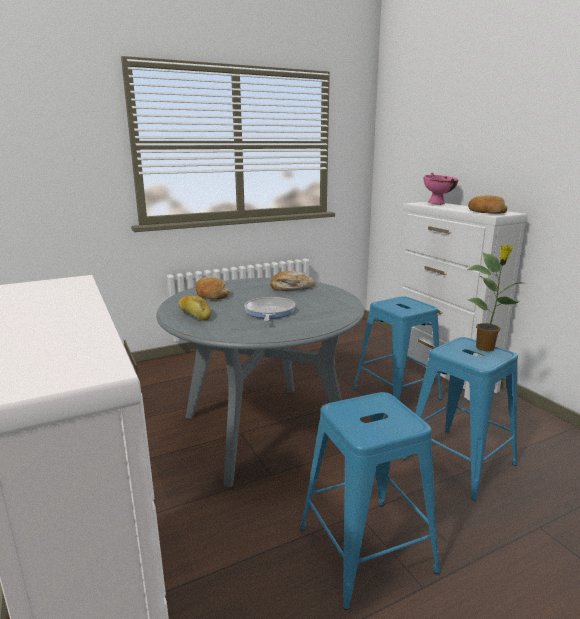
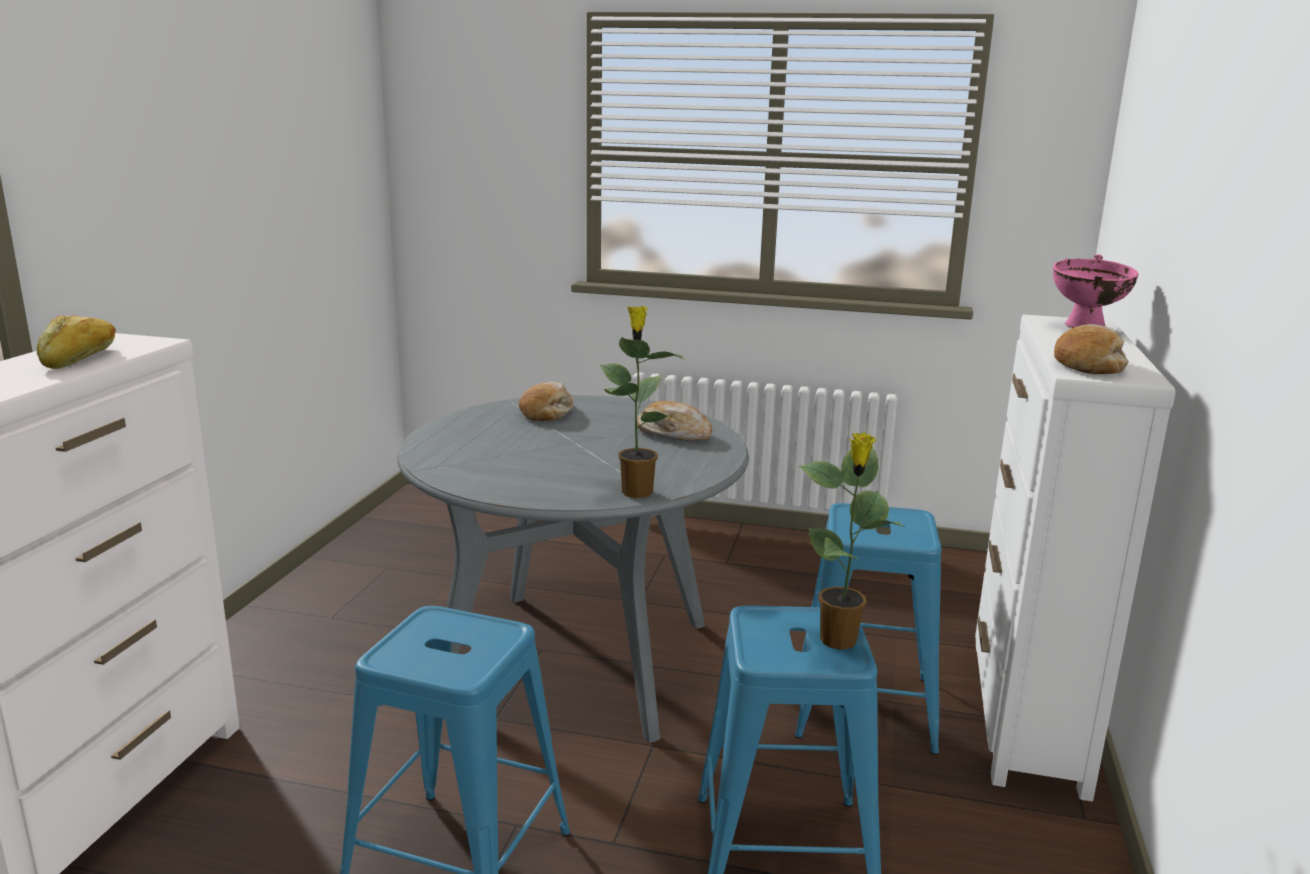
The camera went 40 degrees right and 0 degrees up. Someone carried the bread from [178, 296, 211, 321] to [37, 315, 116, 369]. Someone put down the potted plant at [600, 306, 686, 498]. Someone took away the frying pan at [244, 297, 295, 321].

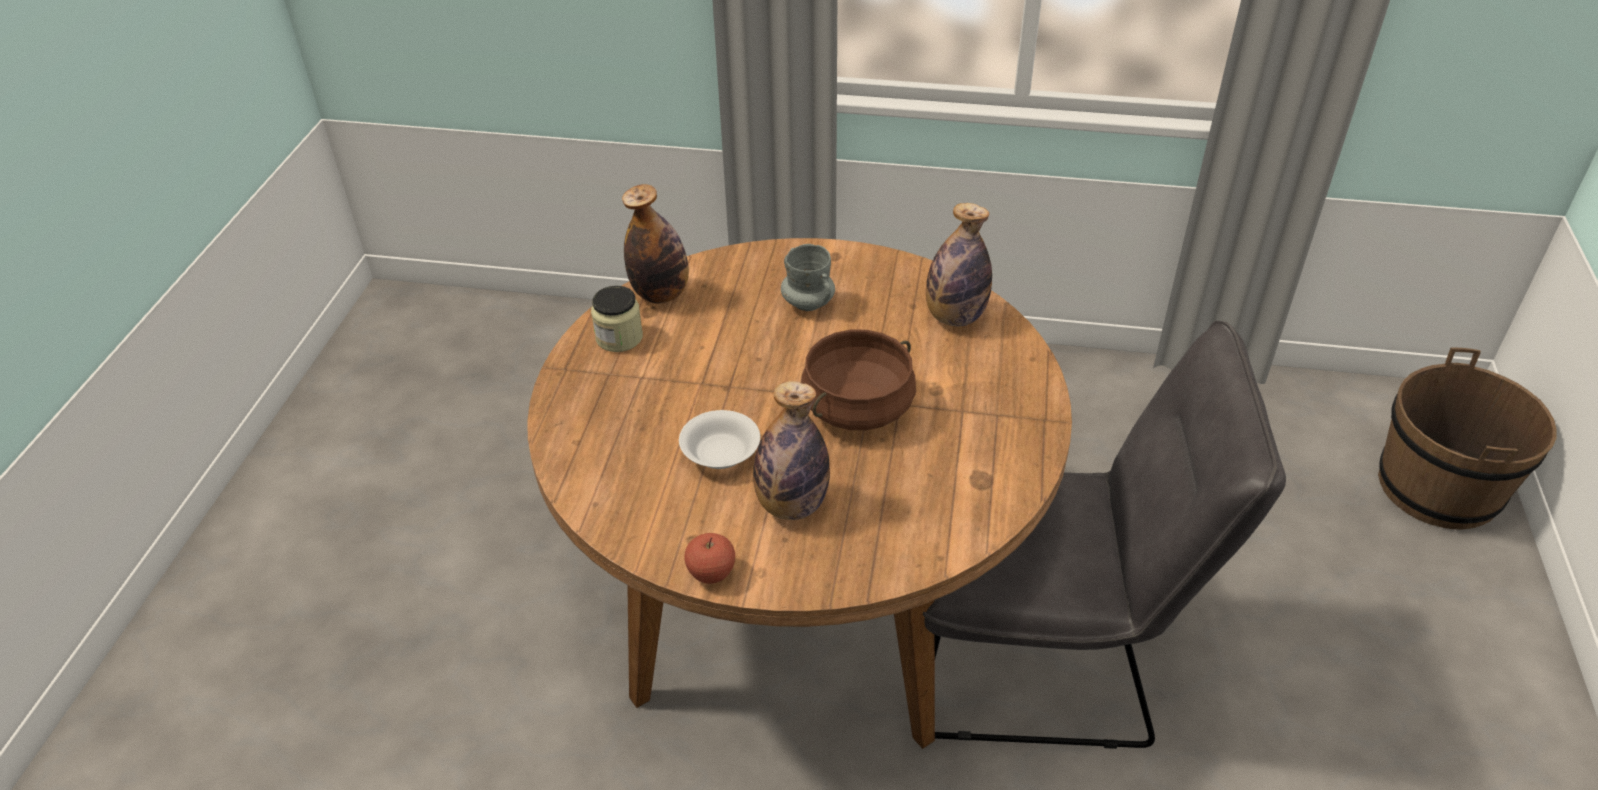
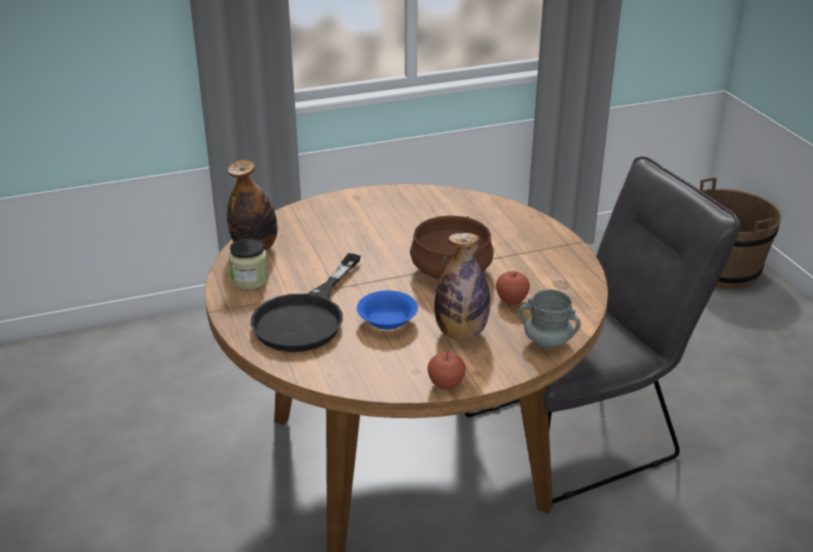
The camera went 30 degrees left and 10 degrees down. Someone put down the black frying pan at [250, 253, 361, 352]. Someone repainted the white bowl at [679, 410, 760, 469], which became the blue bowl at [357, 291, 418, 330]. Someone put down the apple at [496, 271, 530, 305]. Someone carried the grey mug from [781, 244, 835, 311] to [519, 289, 581, 349]. Someone took away the bottle at [926, 203, 992, 326].

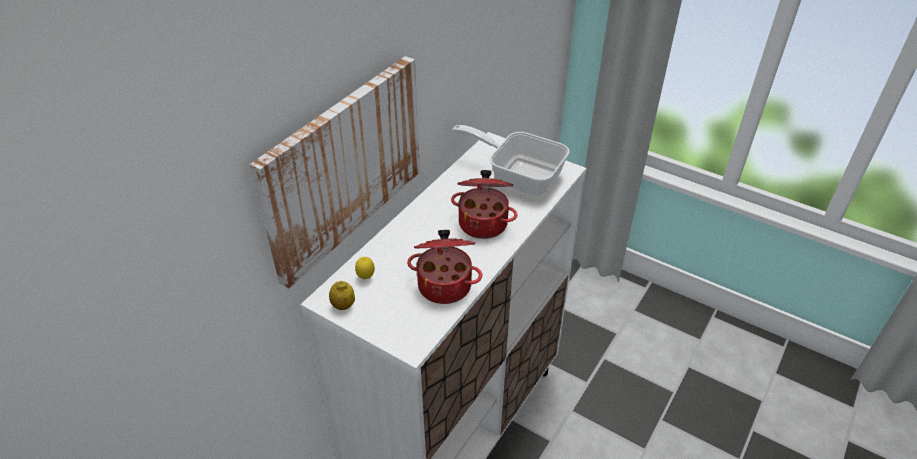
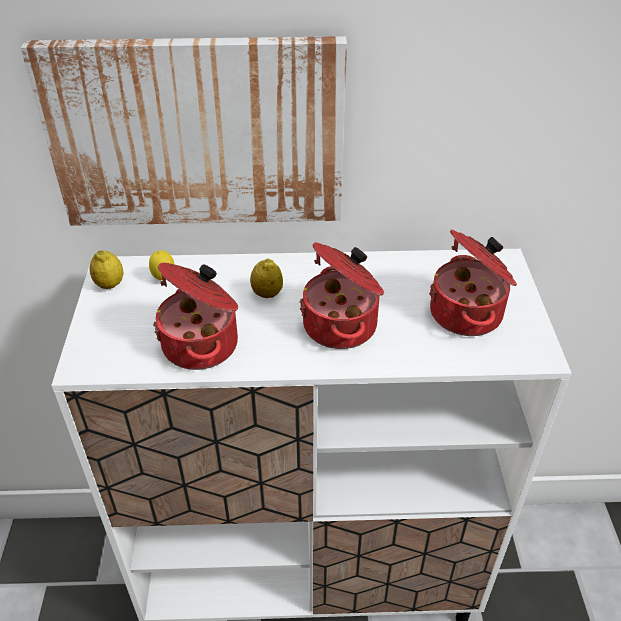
The camera went 55 degrees right and 0 degrees up. Someone put down the lemon at [250, 259, 283, 298]. Someone swapped the frying pan at [452, 125, 570, 196] for the cooking pot at [429, 229, 517, 336].

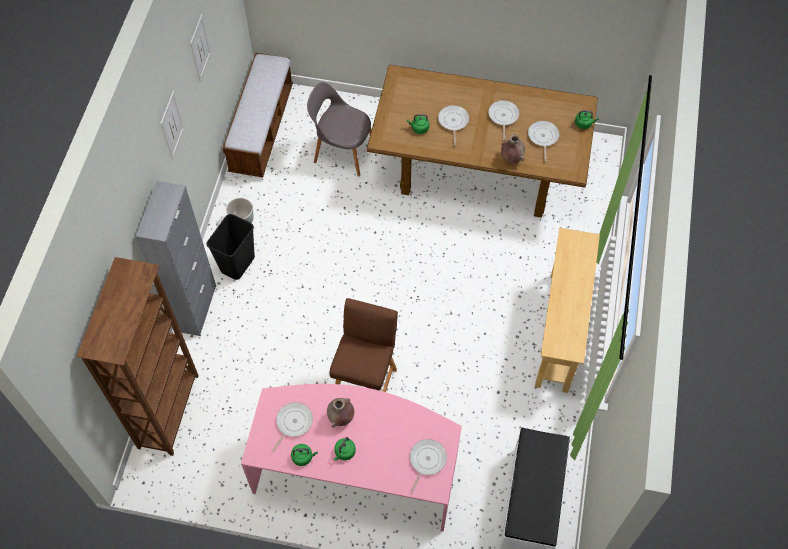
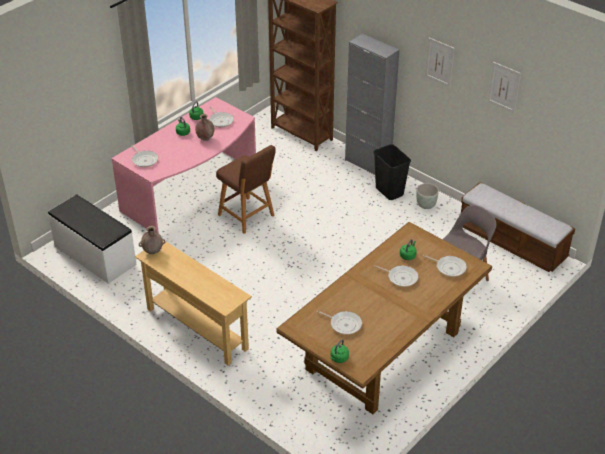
The camera went 120 degrees right and 20 degrees down. Someone carried the brown vase from [501, 134, 525, 164] to [139, 226, 165, 254]. Someone carried the frying pan from [488, 100, 519, 140] to [423, 255, 467, 277].

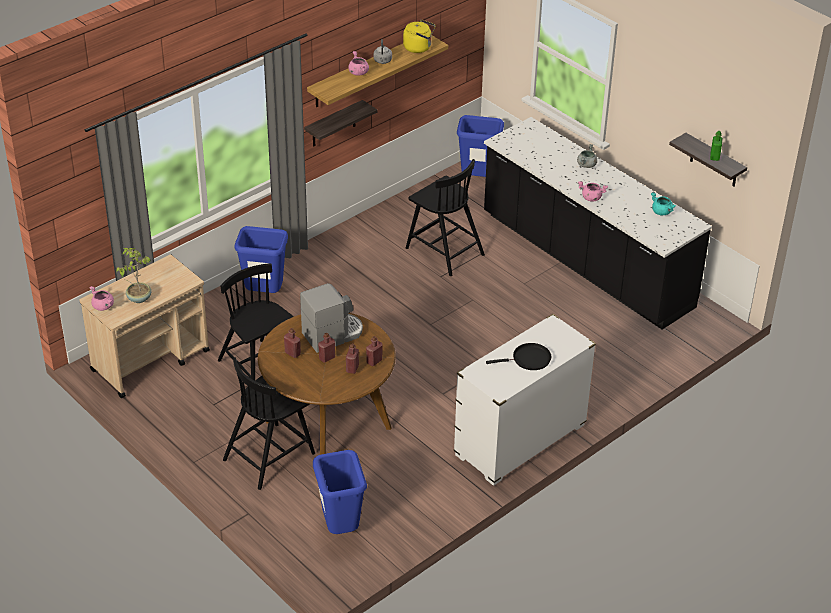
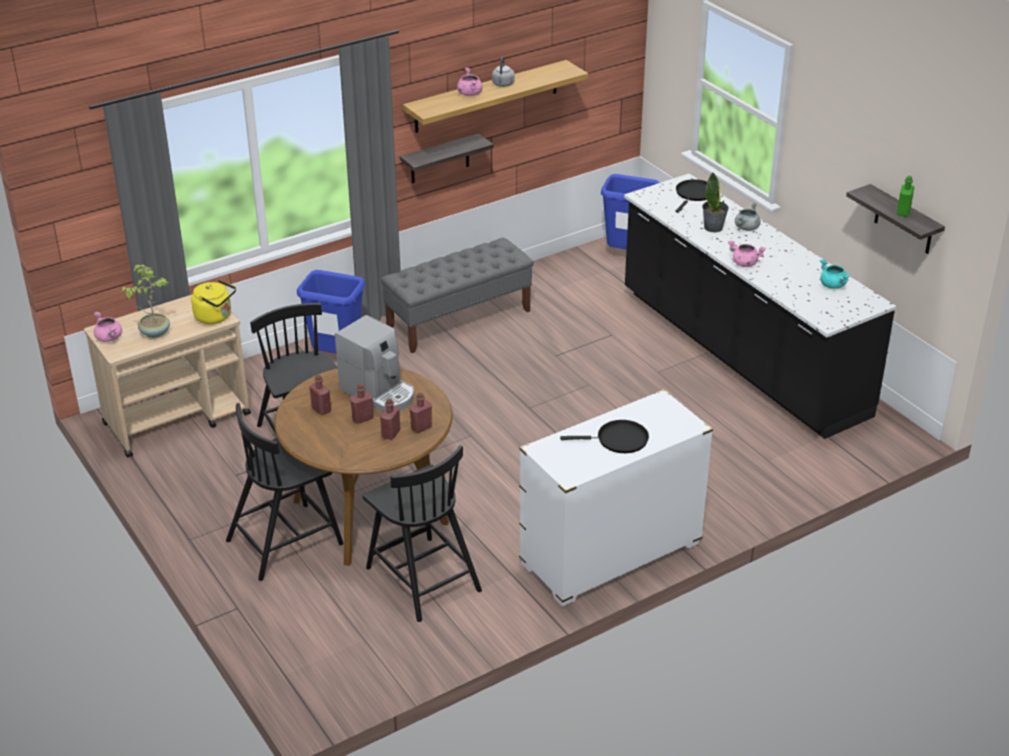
The camera went 10 degrees right and 5 degrees down. Someone carried the yellow kettle from [403, 19, 436, 53] to [191, 280, 236, 324]. Someone rotated the coffee machine at [300, 283, 363, 353] by 60 degrees clockwise. Someone carried the black chair from [406, 159, 485, 276] to [362, 445, 482, 622]. Someone put down the grey bench at [381, 238, 534, 353]. Someone put down the black frying pan at [675, 179, 707, 213]. Someone put down the potted plant at [702, 172, 729, 232]. Someone took away the blue trash can at [313, 450, 367, 534].

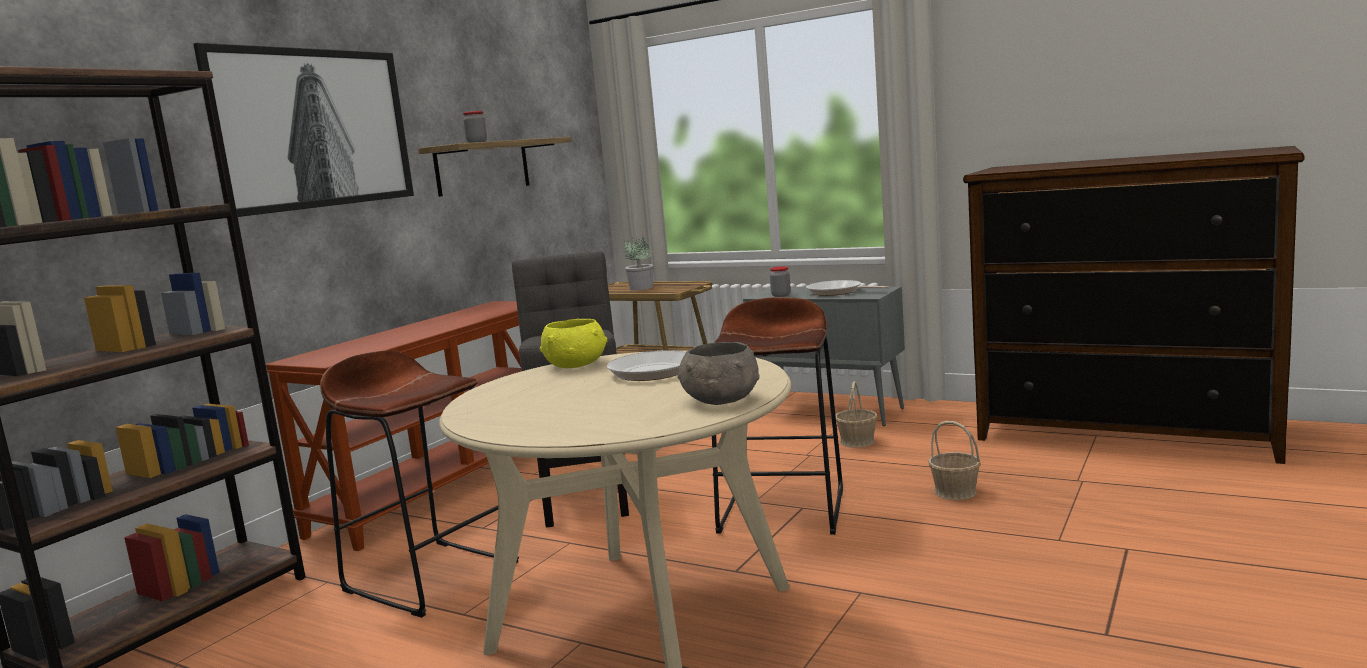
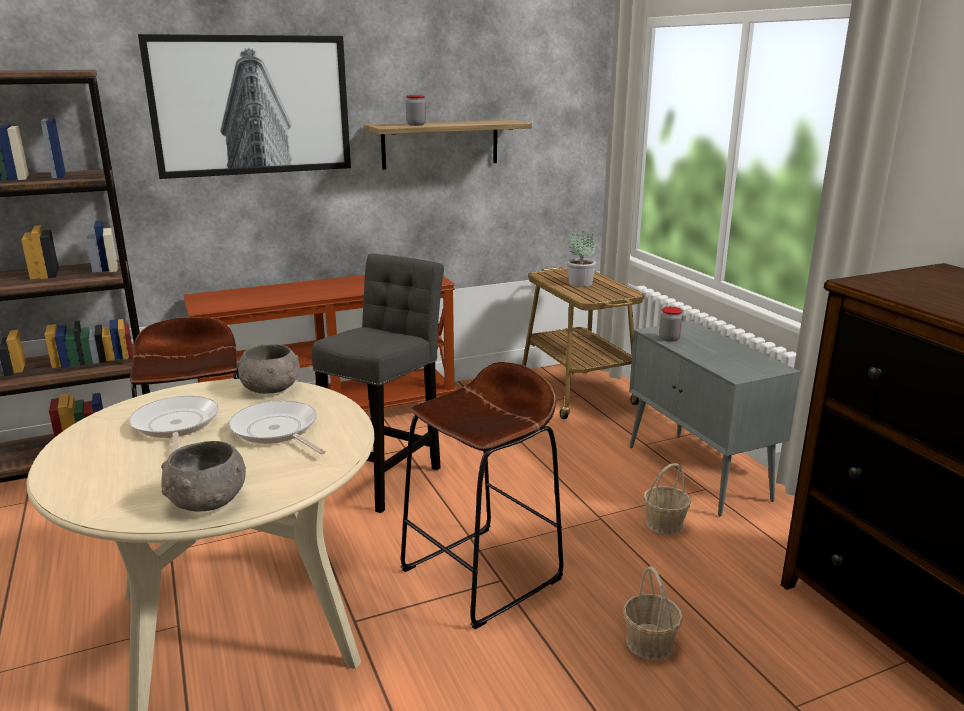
The camera went 35 degrees right and 10 degrees up. Someone carried the frying pan from [806, 280, 890, 296] to [129, 396, 219, 452]. Someone repainted the yellow bowl at [540, 319, 607, 368], which became the grey bowl at [236, 344, 300, 394].

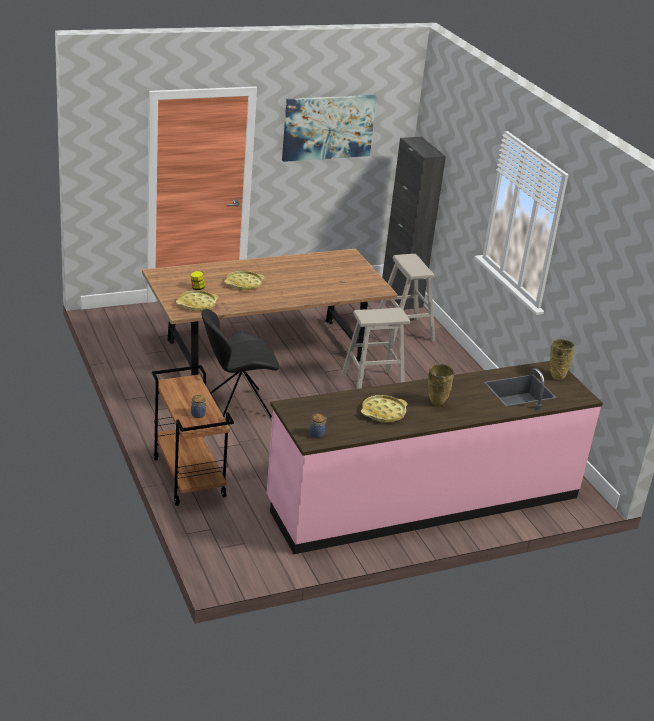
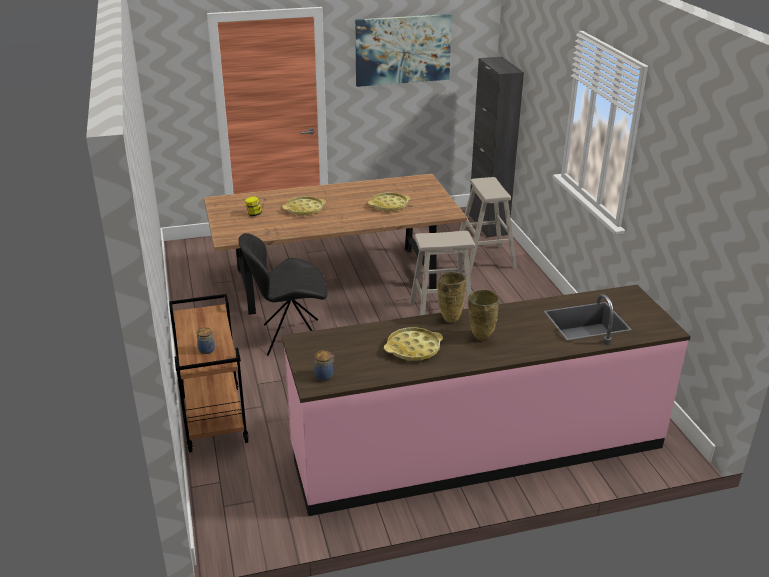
The camera went 10 degrees right and 0 degrees up. Someone carried the yellow tray from [176, 290, 219, 311] to [368, 193, 411, 211]. Someone carried the beige vase from [550, 339, 575, 380] to [437, 272, 466, 322].

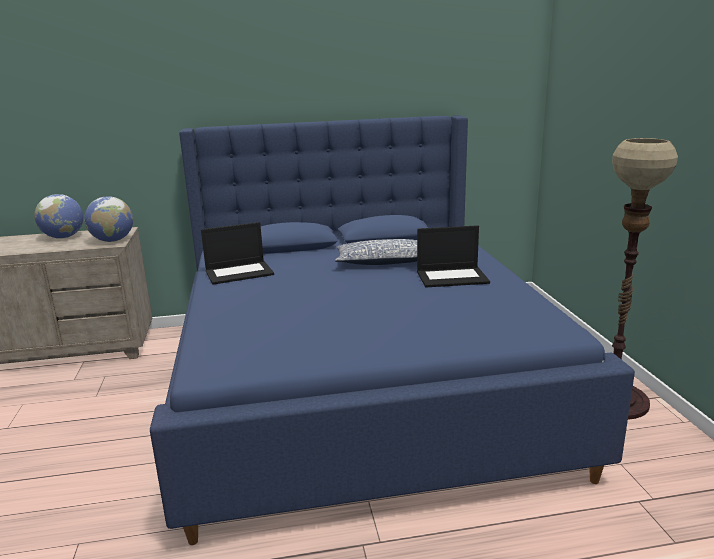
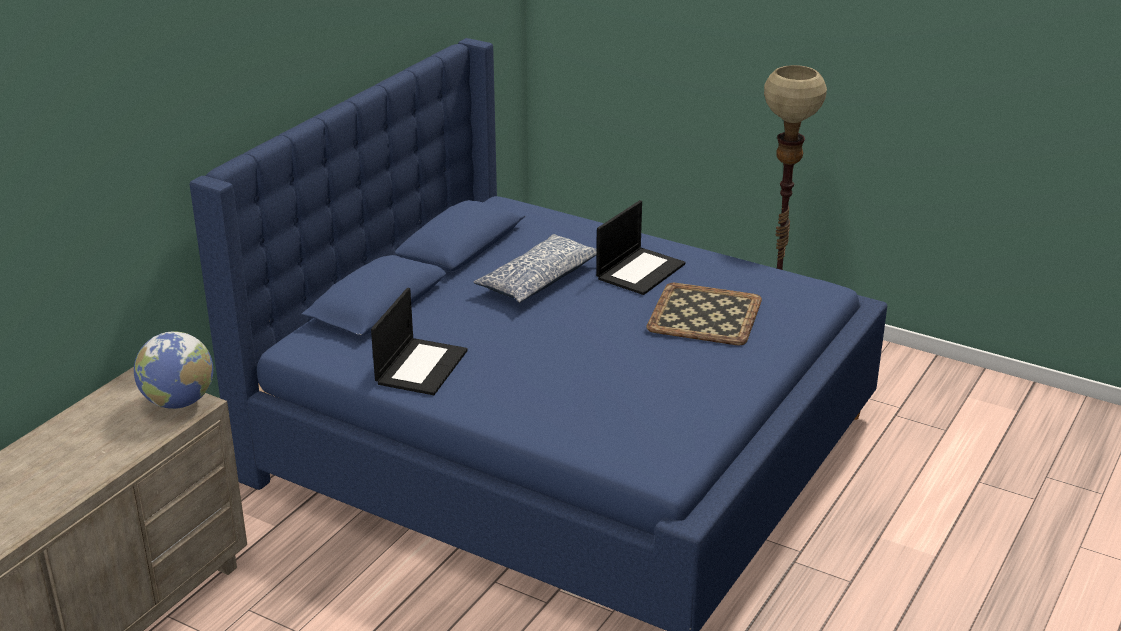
The camera went 50 degrees left and 10 degrees up. Someone put down the tray at [646, 283, 762, 345]. Someone took away the globe at [34, 194, 83, 239].

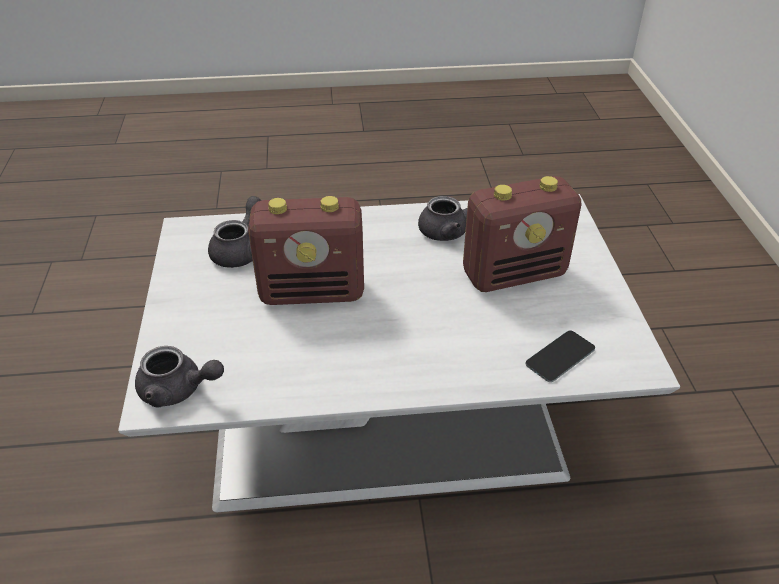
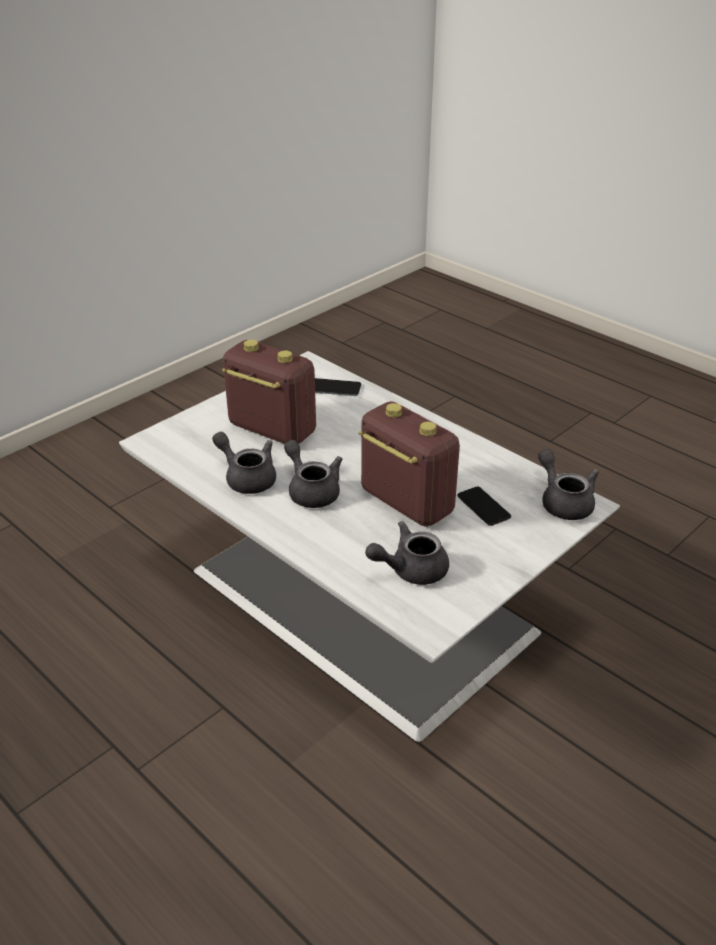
The camera went 130 degrees left and 5 degrees down. Someone put down the grey teapot at [284, 440, 342, 508]. Someone put down the phone at [457, 487, 511, 526].

